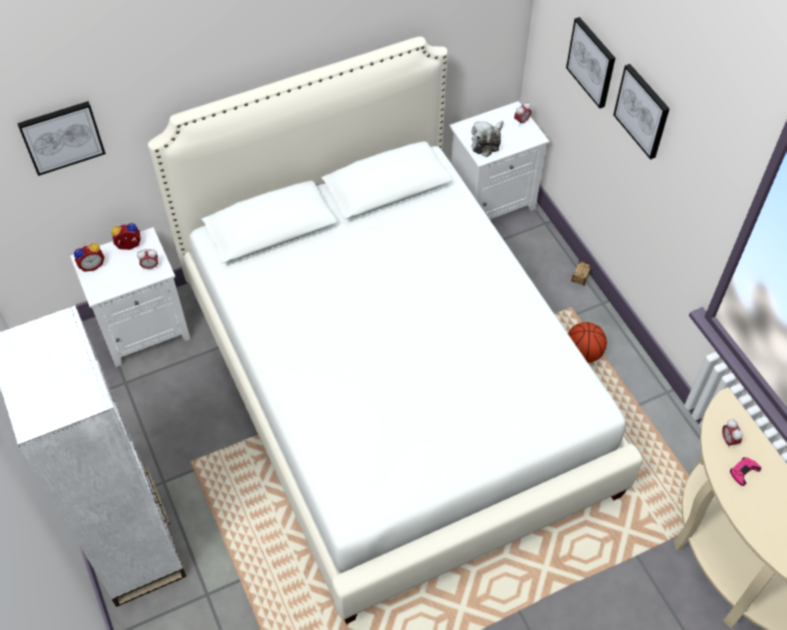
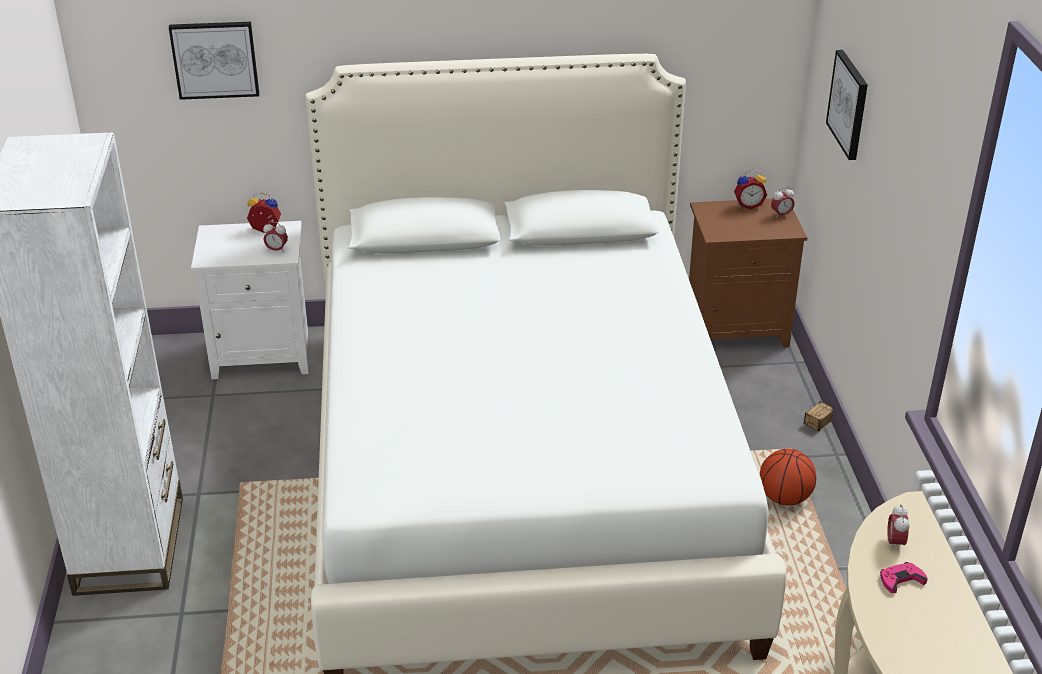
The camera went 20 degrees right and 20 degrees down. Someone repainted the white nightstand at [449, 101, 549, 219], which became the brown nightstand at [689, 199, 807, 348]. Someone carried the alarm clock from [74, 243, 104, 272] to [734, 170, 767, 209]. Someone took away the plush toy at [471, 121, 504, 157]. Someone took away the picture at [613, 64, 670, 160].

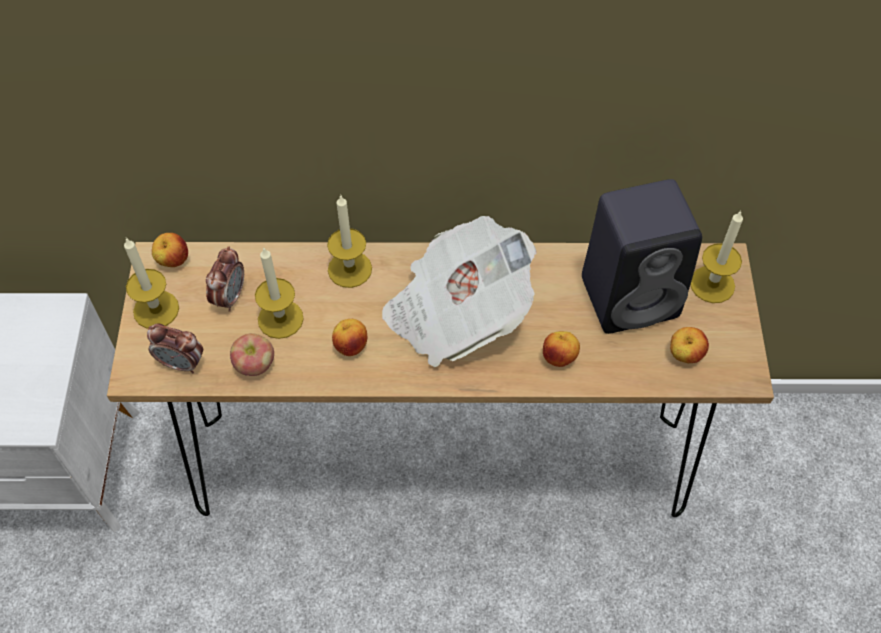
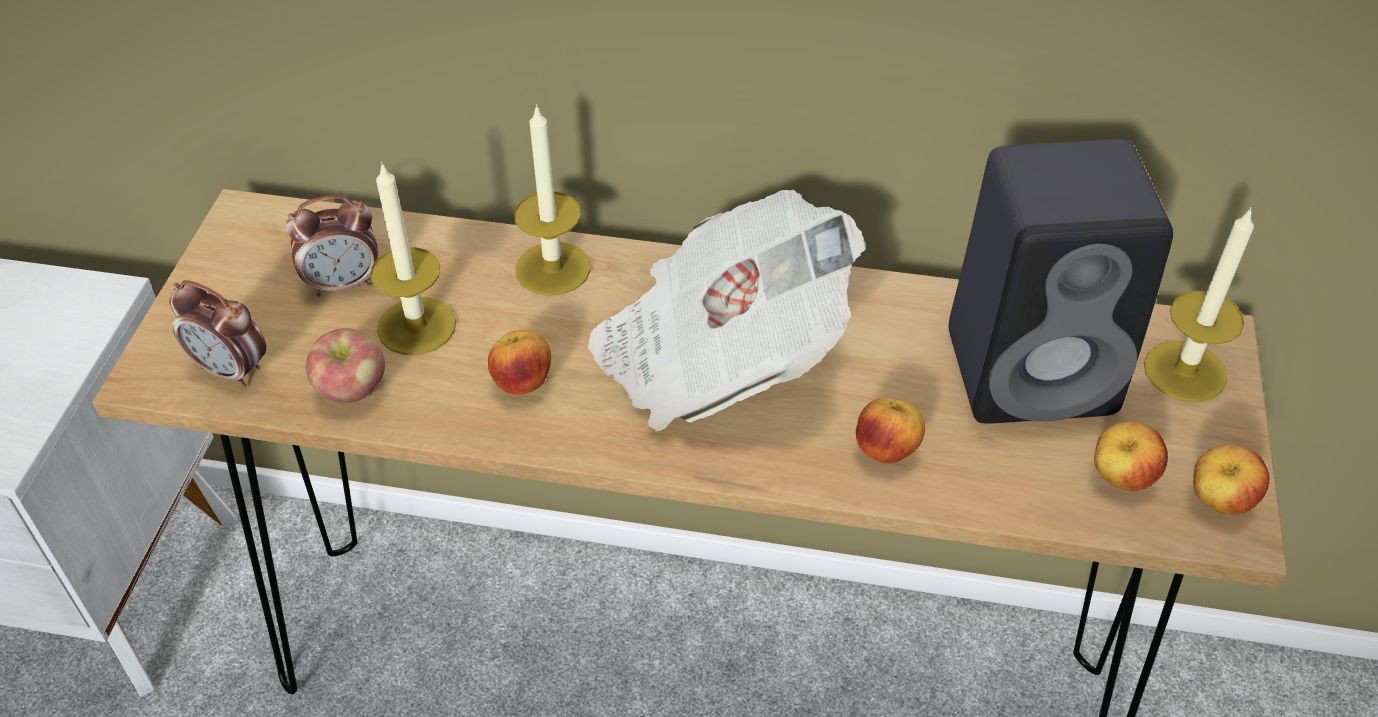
The camera went 10 degrees right and 10 degrees down. Someone rotated the alarm clock at [206, 246, 244, 312] by 45 degrees clockwise. Someone carried the apple from [152, 233, 188, 267] to [1193, 444, 1270, 515]. Someone took away the candle at [124, 238, 179, 329].

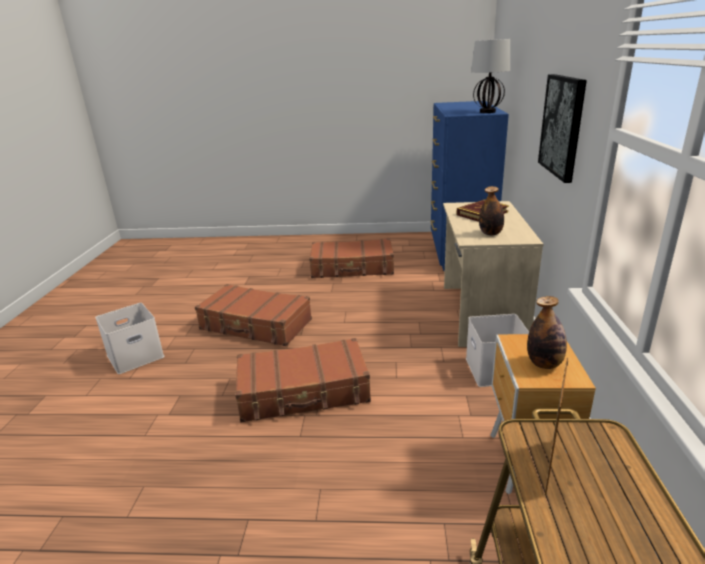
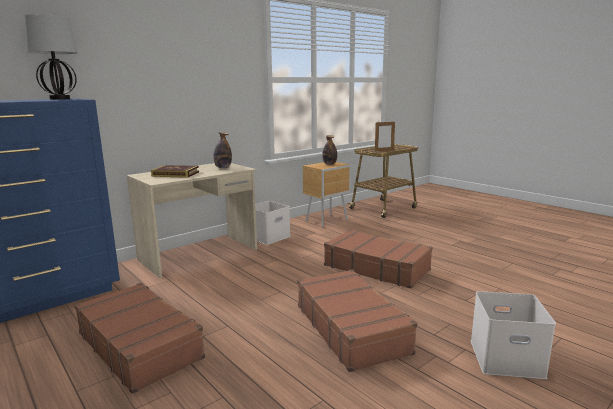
The camera went 135 degrees left and 10 degrees down. Someone took away the picture at [538, 74, 587, 183].

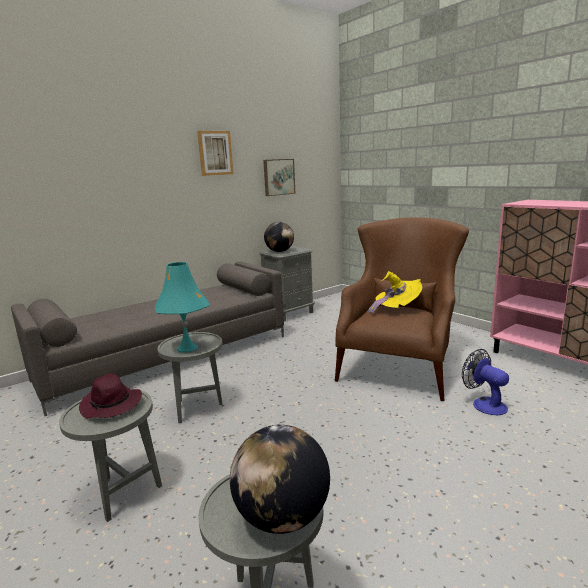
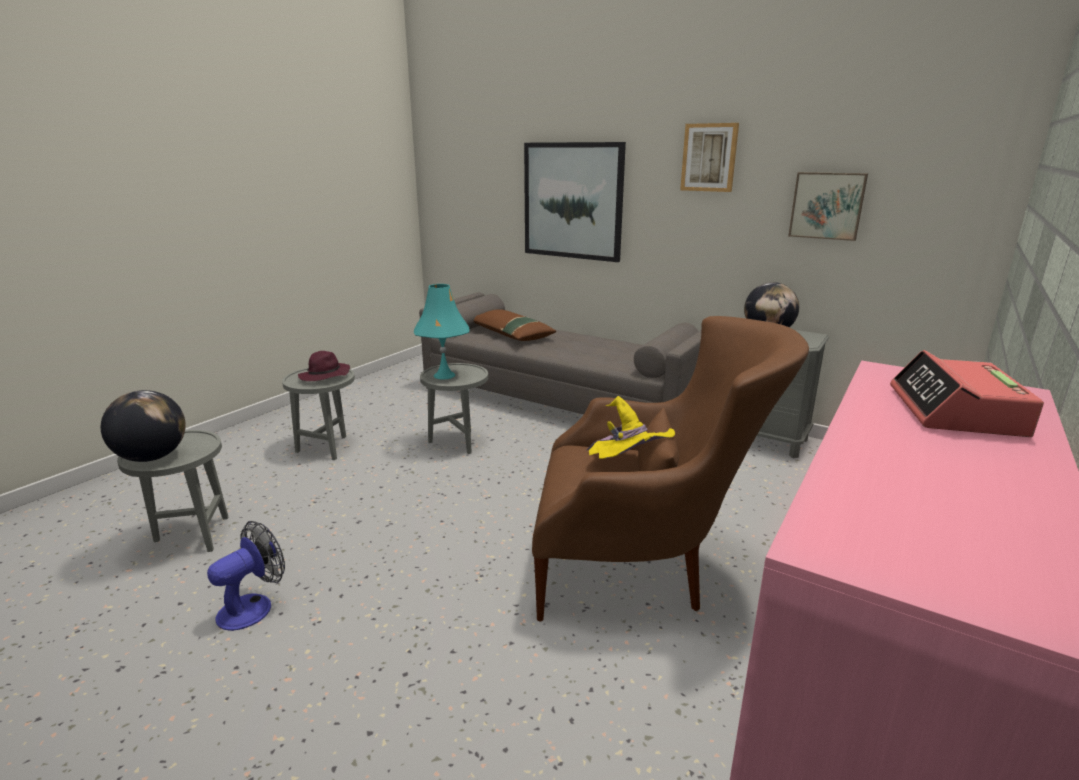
The camera went 70 degrees right and 5 degrees up. Someone carried the fan from [462, 349, 509, 416] to [207, 521, 285, 631]. Someone put down the brown pillow at [474, 309, 556, 341]. Someone put up the picture at [524, 142, 626, 262]. Someone put down the alarm clock at [890, 350, 1044, 437].

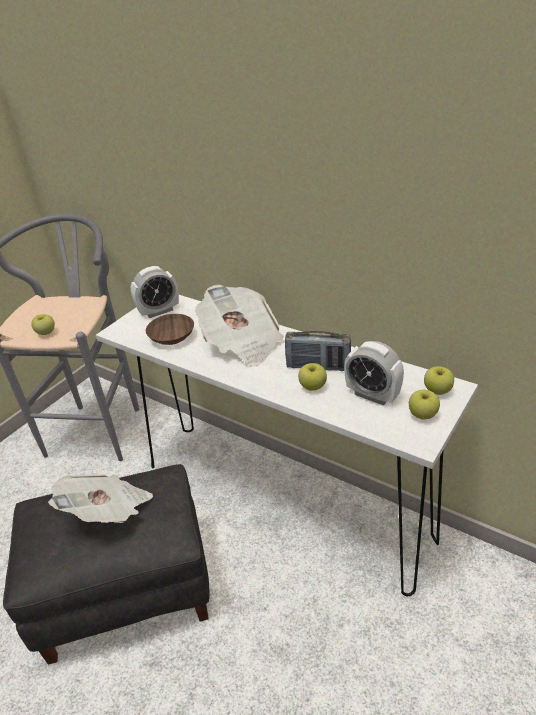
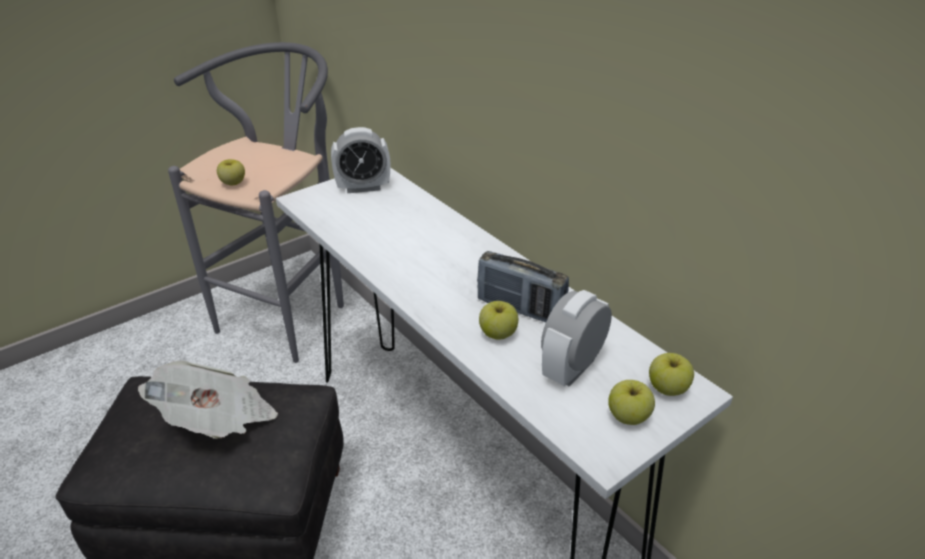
The camera went 15 degrees right and 0 degrees up. Someone rotated the alarm clock at [344, 341, 404, 406] by 75 degrees clockwise. Someone took away the brown bowl at [146, 314, 194, 345]. Someone took away the newspaper at [195, 285, 284, 367].

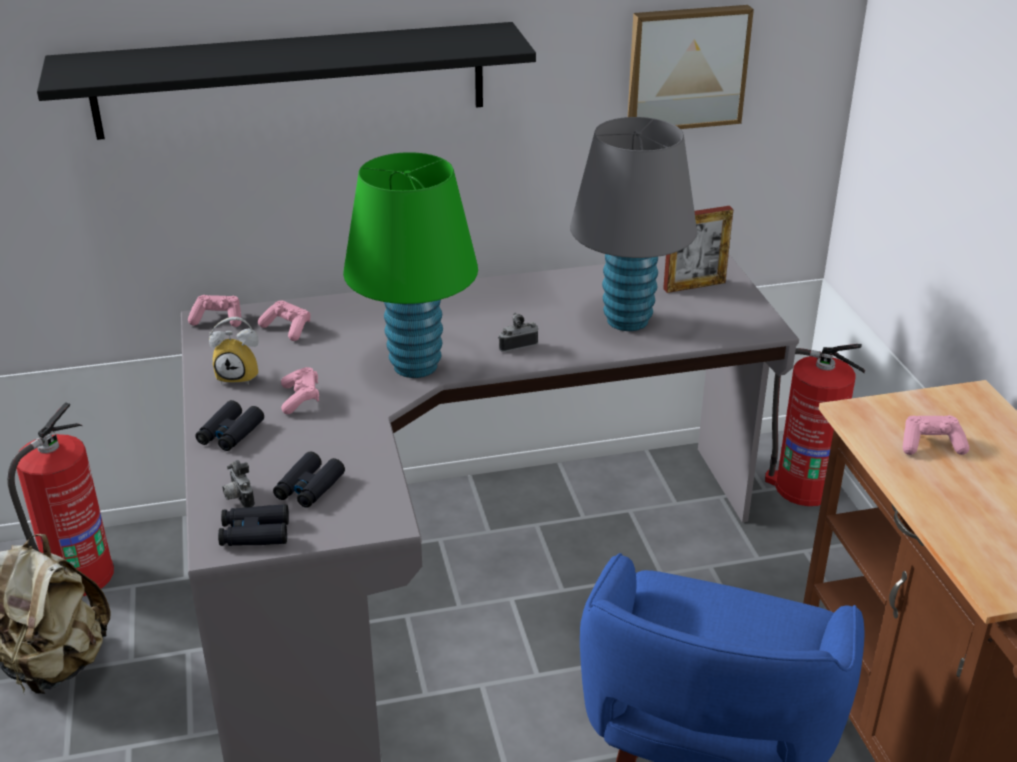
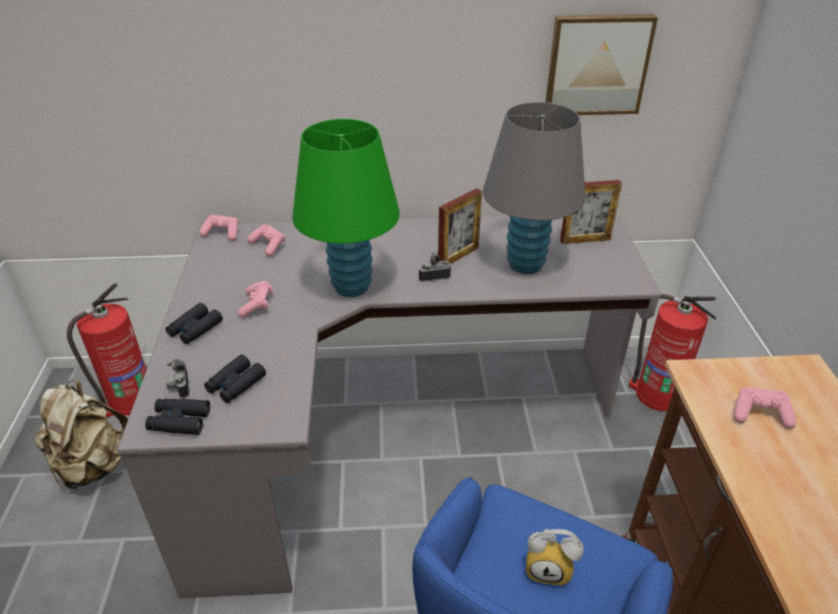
The camera went 10 degrees right and 5 degrees up. Someone put down the picture frame at [438, 188, 482, 264]. Someone carried the alarm clock from [209, 317, 259, 385] to [526, 528, 584, 586]. Someone took away the black shelf at [37, 22, 536, 140].

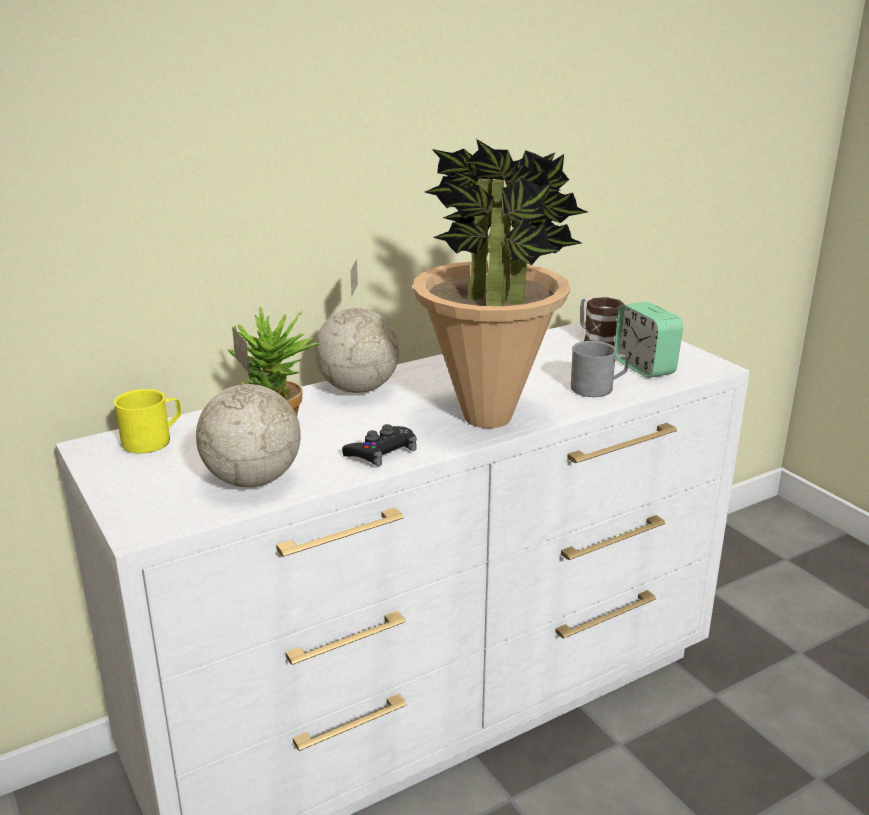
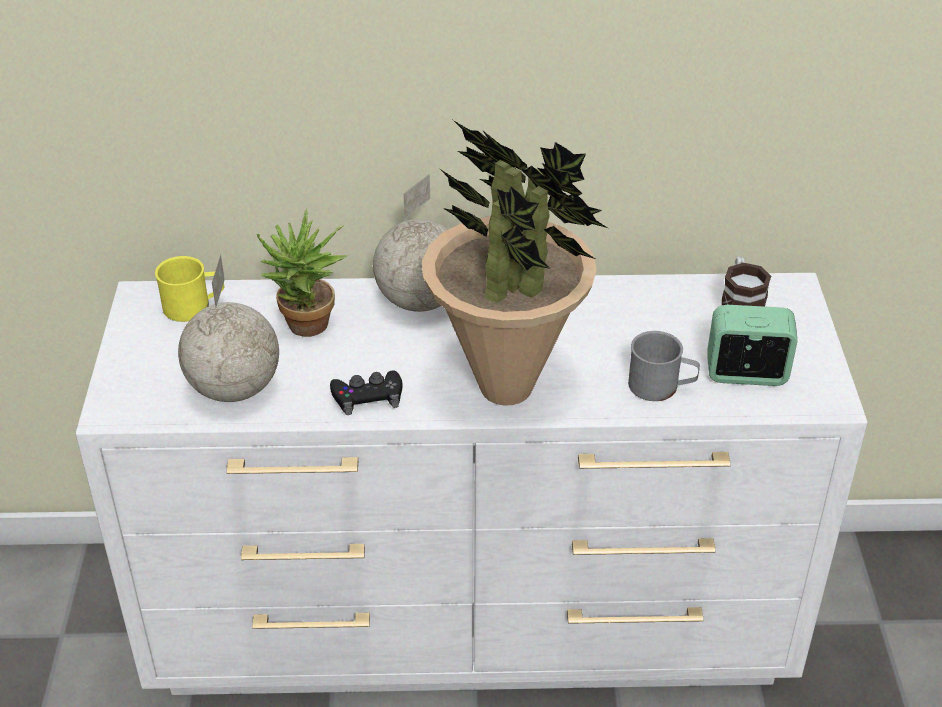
The camera went 30 degrees right and 15 degrees up. Someone rotated the alarm clock at [614, 302, 683, 378] by 90 degrees clockwise.

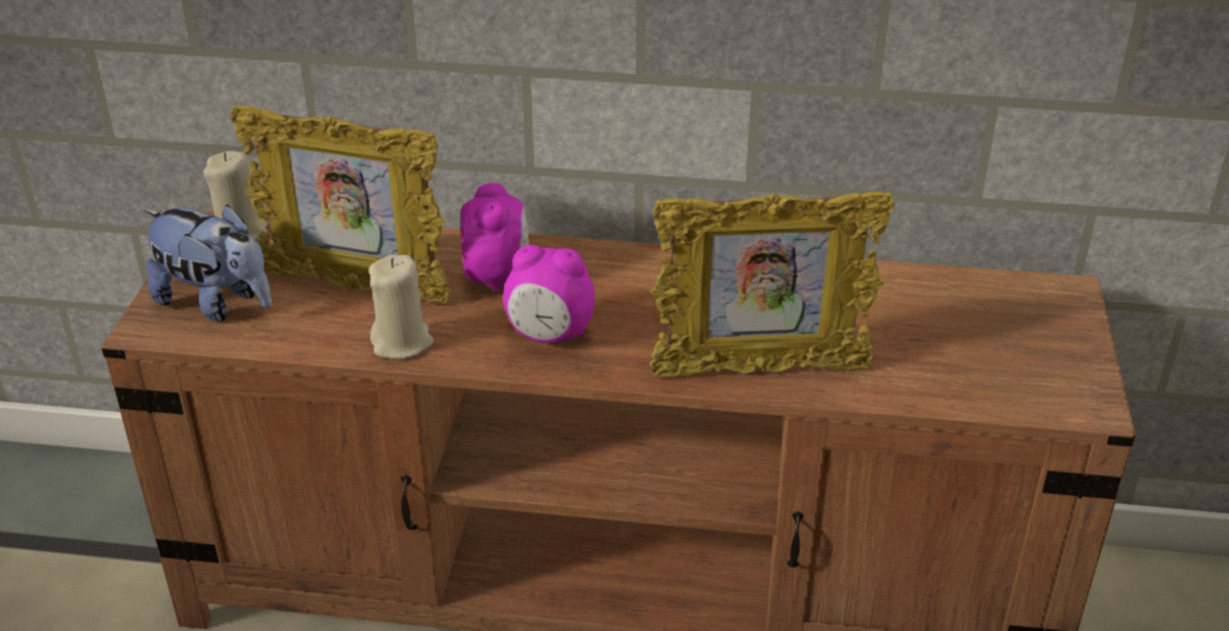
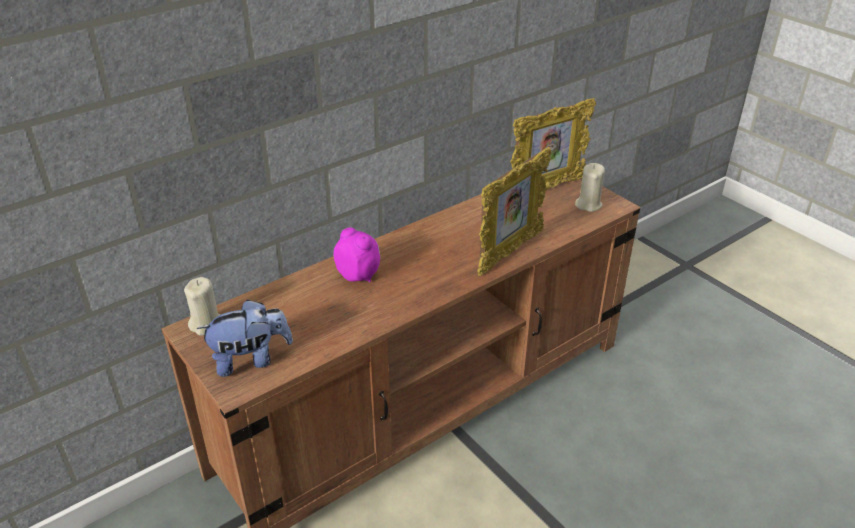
The camera went 45 degrees left and 0 degrees up. Someone carried the picture frame from [230, 105, 451, 303] to [510, 98, 596, 189]. Someone carried the beige candle from [369, 254, 433, 359] to [575, 163, 605, 212]. Someone took away the alarm clock at [503, 245, 595, 343].

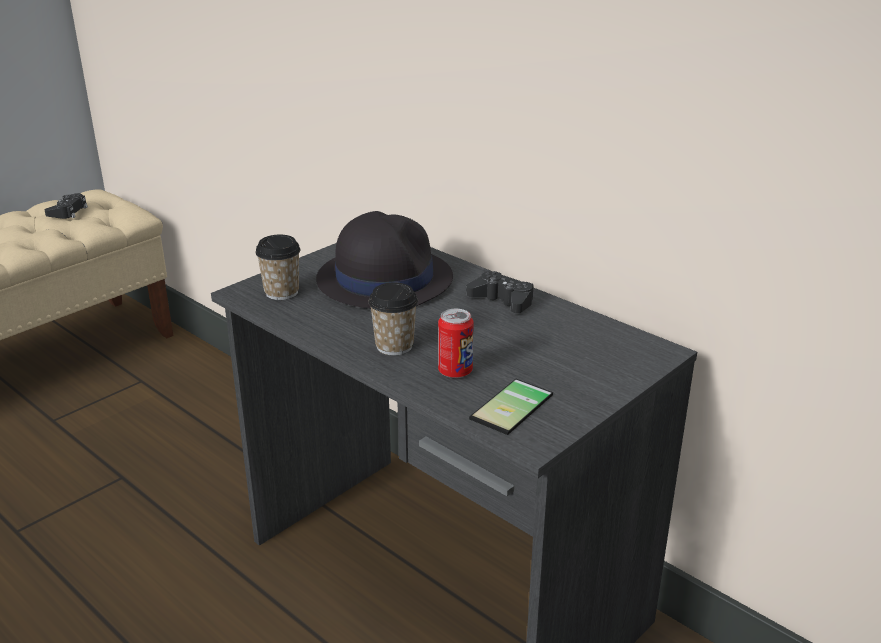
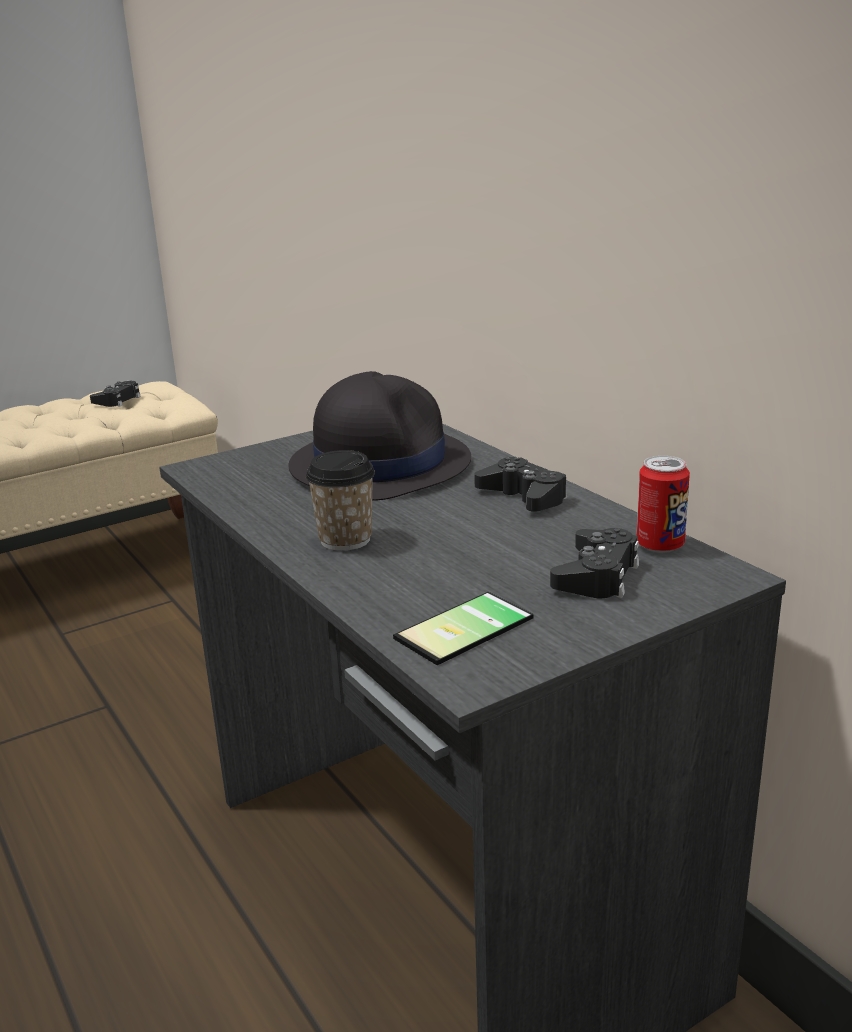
The camera went 15 degrees right and 5 degrees down. Someone put down the black game controller at [550, 528, 639, 598]. Someone carried the can from [438, 309, 474, 378] to [636, 456, 690, 553]. Someone took away the cup at [255, 235, 301, 300].

